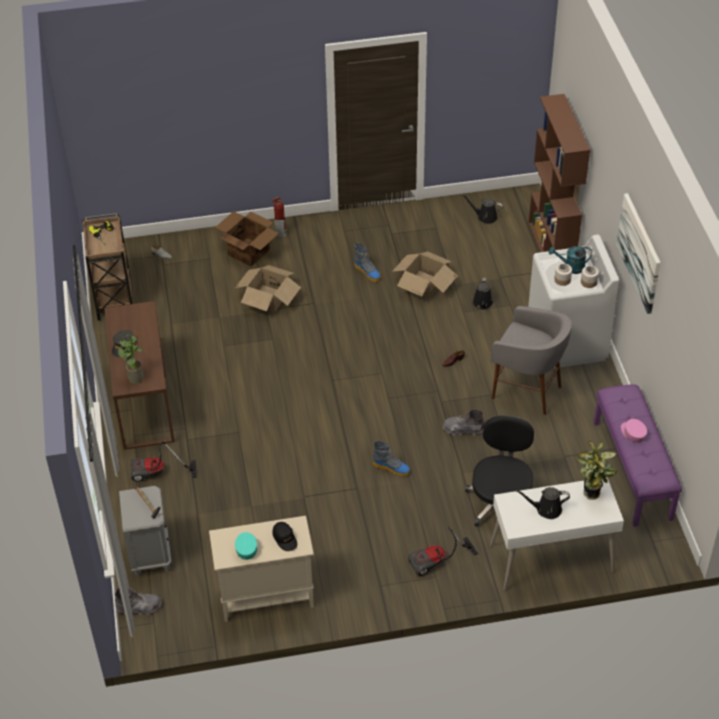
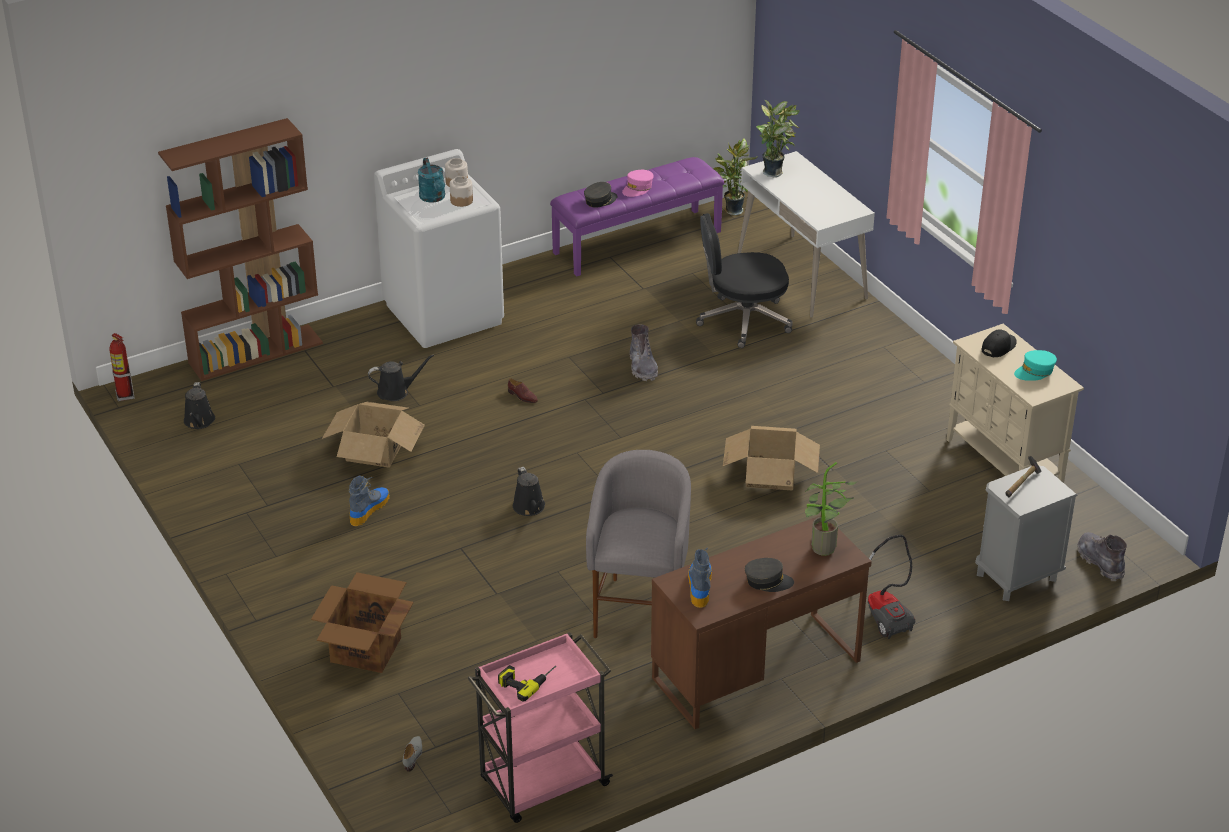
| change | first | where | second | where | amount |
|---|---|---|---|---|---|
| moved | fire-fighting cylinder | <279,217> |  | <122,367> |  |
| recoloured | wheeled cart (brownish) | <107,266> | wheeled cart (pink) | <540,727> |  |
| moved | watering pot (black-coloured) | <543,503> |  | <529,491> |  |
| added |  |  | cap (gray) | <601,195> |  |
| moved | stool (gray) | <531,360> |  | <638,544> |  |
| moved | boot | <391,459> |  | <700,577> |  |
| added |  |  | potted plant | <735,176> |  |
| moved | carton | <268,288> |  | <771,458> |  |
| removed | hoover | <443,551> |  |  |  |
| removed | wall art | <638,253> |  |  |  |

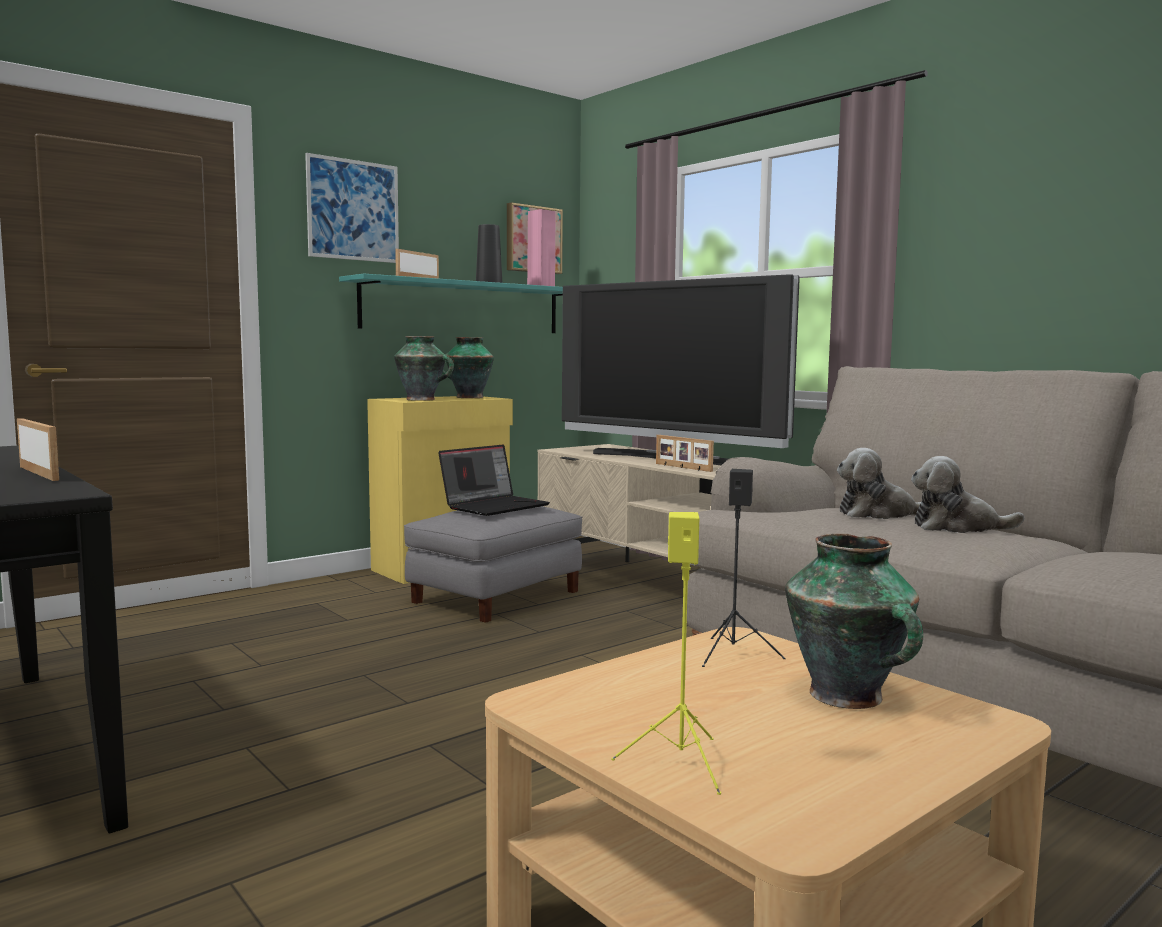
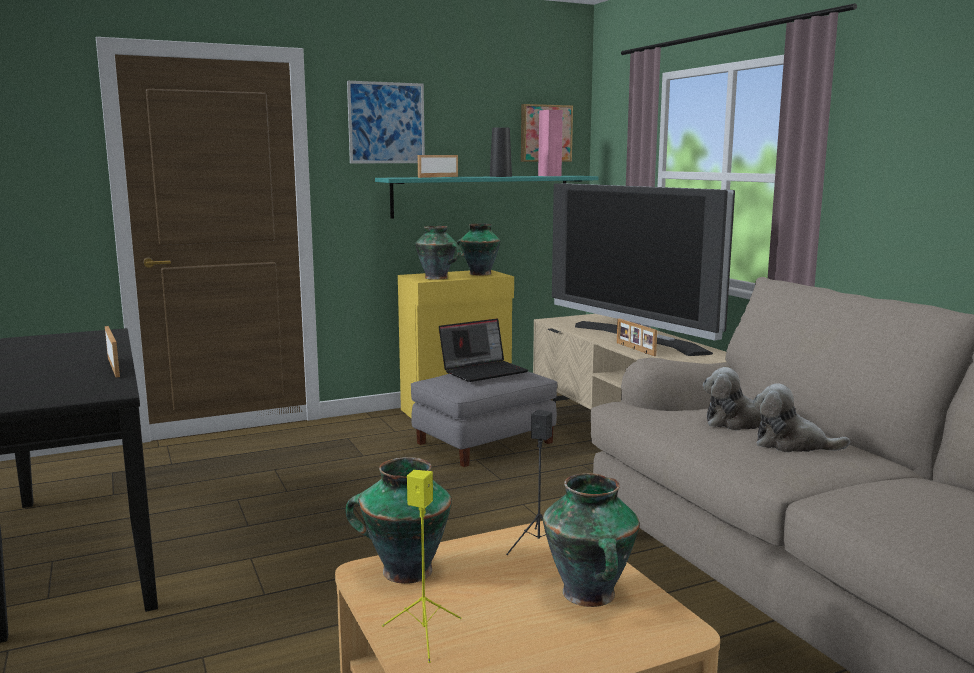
| change | first | where | second | where | amount |
|---|---|---|---|---|---|
| added |  |  | vase | <398,520> |  |

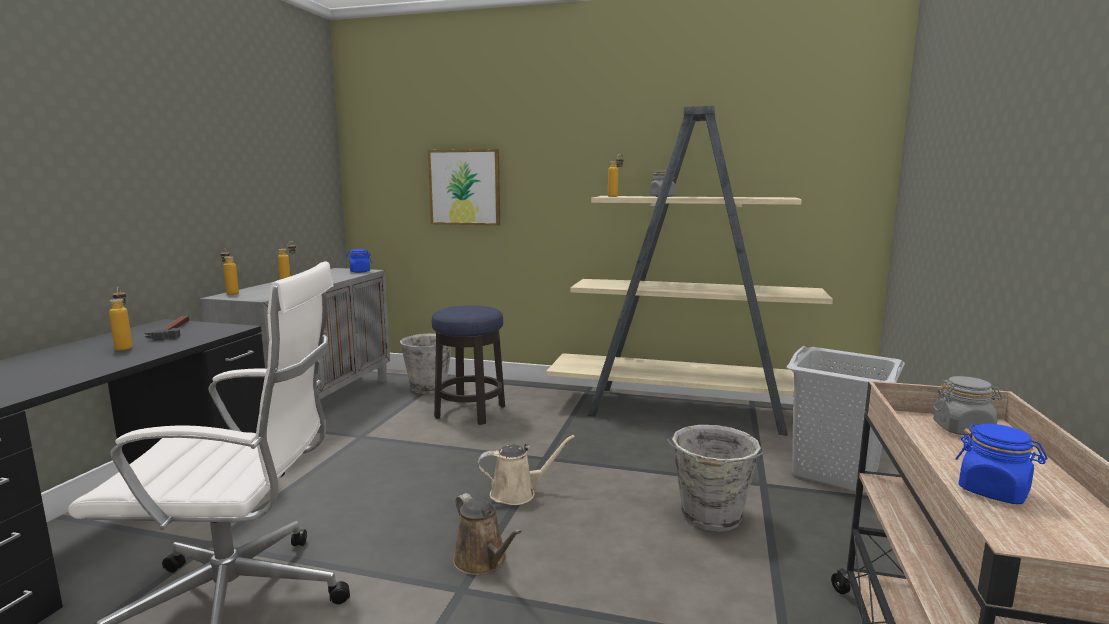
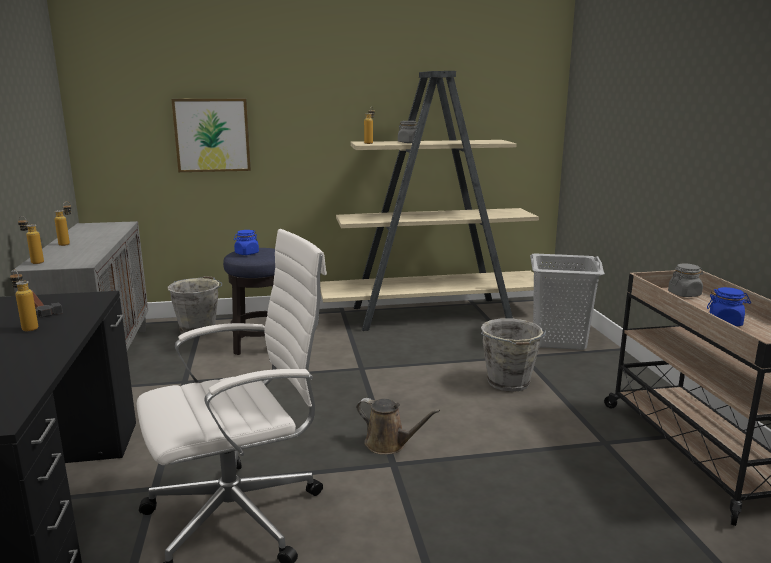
| change | first | where | second | where | amount |
|---|---|---|---|---|---|
| moved | jar (blue) | <359,261> |  | <246,242> |  |
| removed | watering pot (sand-coloured) | <526,470> |  |  |  |

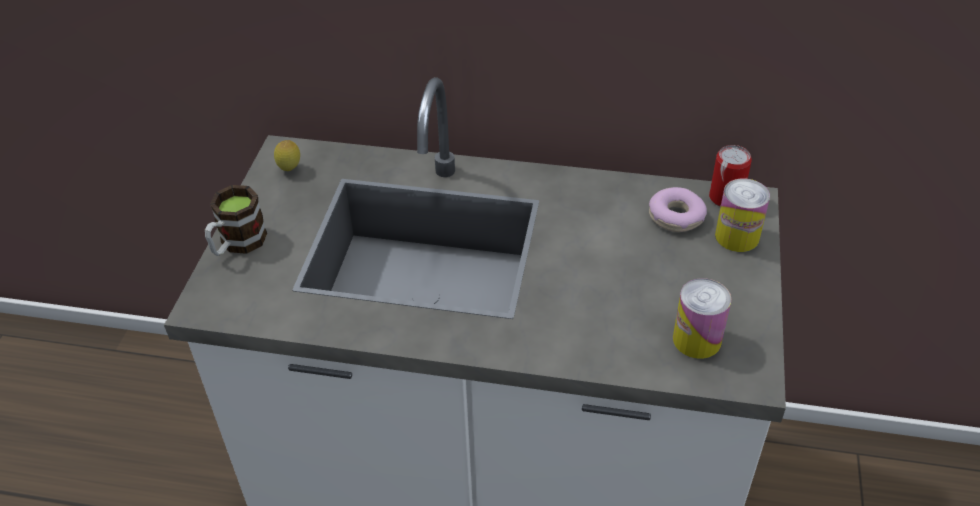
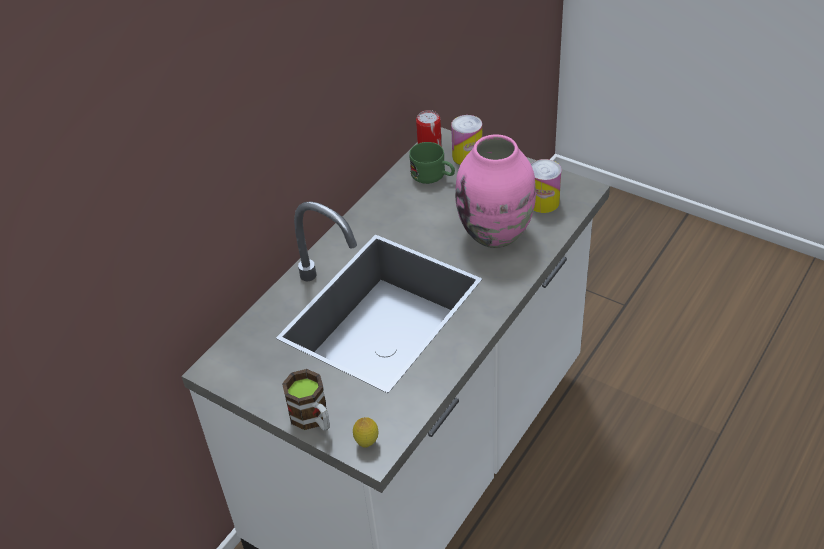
| change | first | where | second | where | amount |
|---|---|---|---|---|---|
| moved | lemon | <287,155> |  | <365,432> |  |
| replaced | donut | <678,209> | mug (green) | <432,163> |  |
| added |  |  | vase (pink) | <495,191> |  |

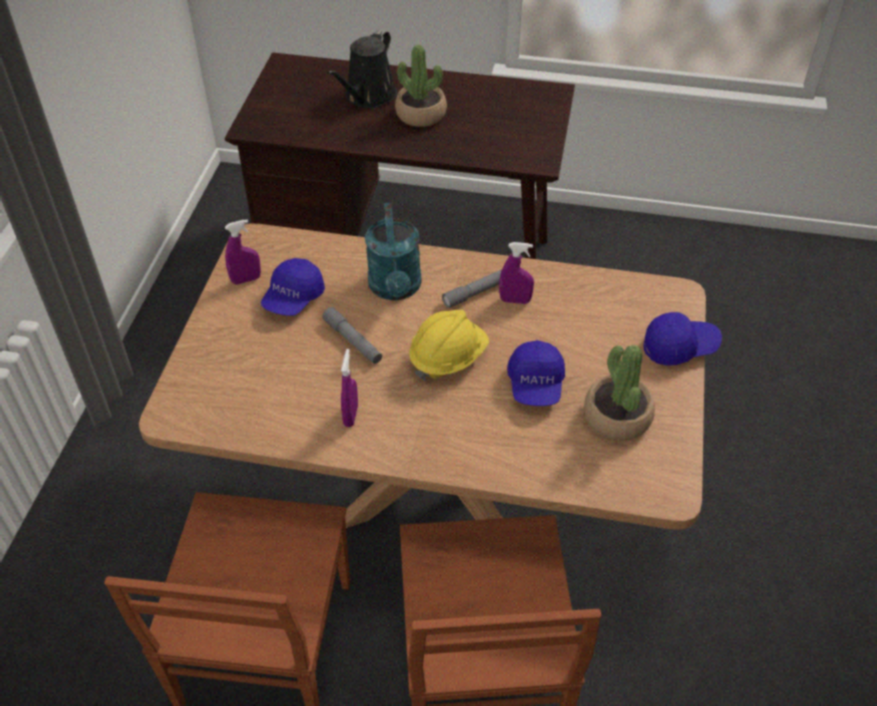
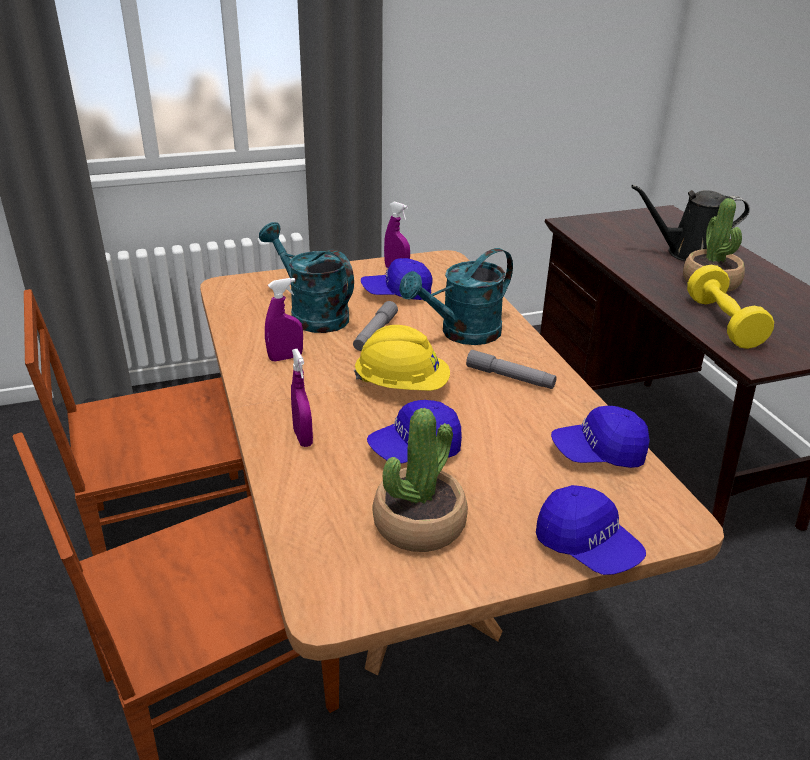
| change | first | where | second | where | amount |
|---|---|---|---|---|---|
| added |  |  | watering pot (blue-green) | <306,277> |  |
| moved | sprayer (purple) | <516,273> |  | <302,398> |  |
| added |  |  | cap (blue) | <600,437> |  |
| added |  |  | free weight (yellow) | <730,307> |  |

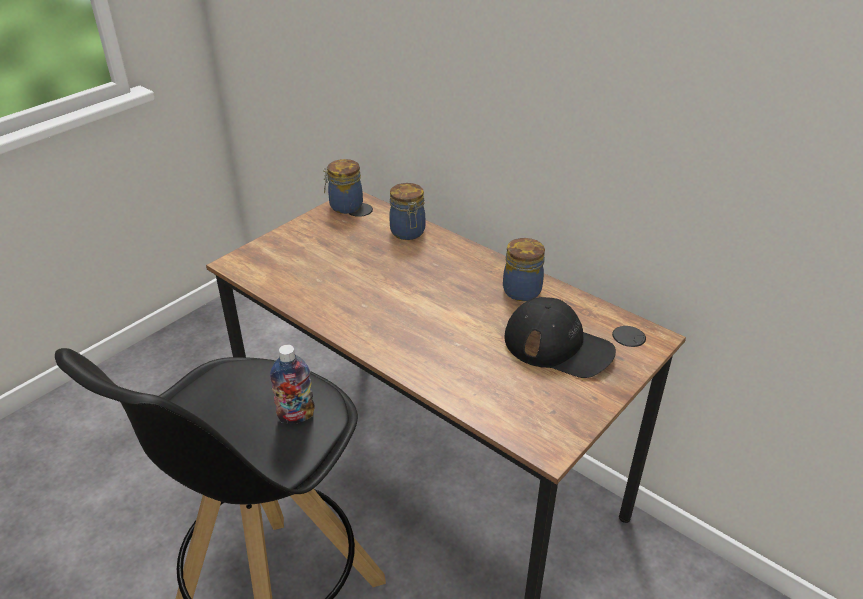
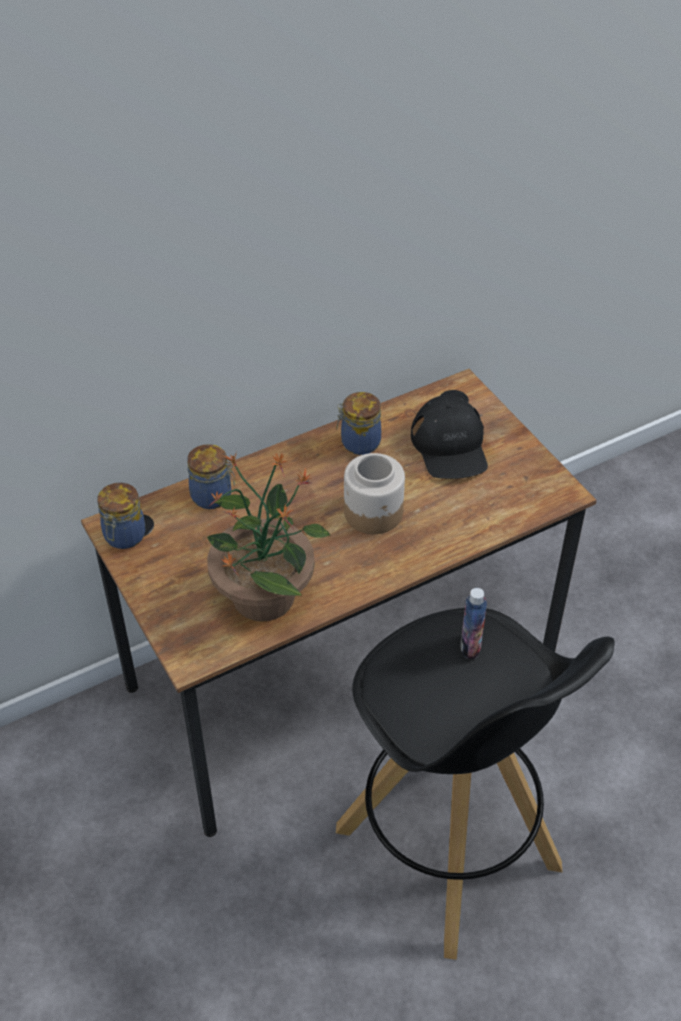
| change | first | where | second | where | amount |
|---|---|---|---|---|---|
| added |  |  | potted plant | <268,537> |  |
| added |  |  | jar | <374,493> |  |
| turned | cap (black-coloured) | <560,337> |  | <449,437> | 120 degrees clockwise |

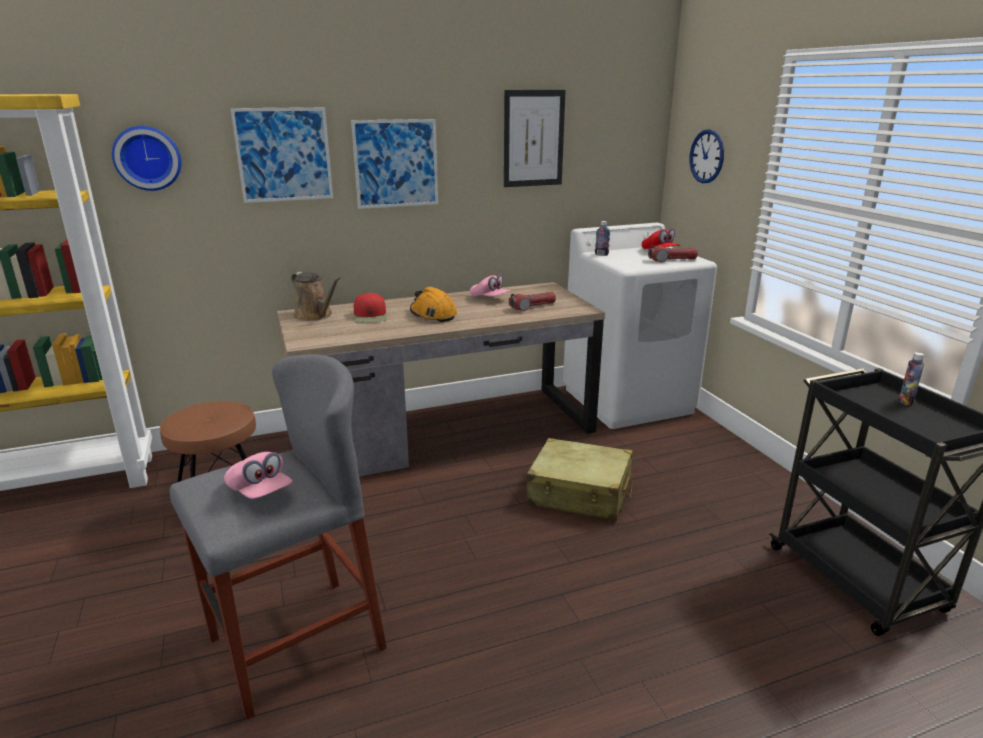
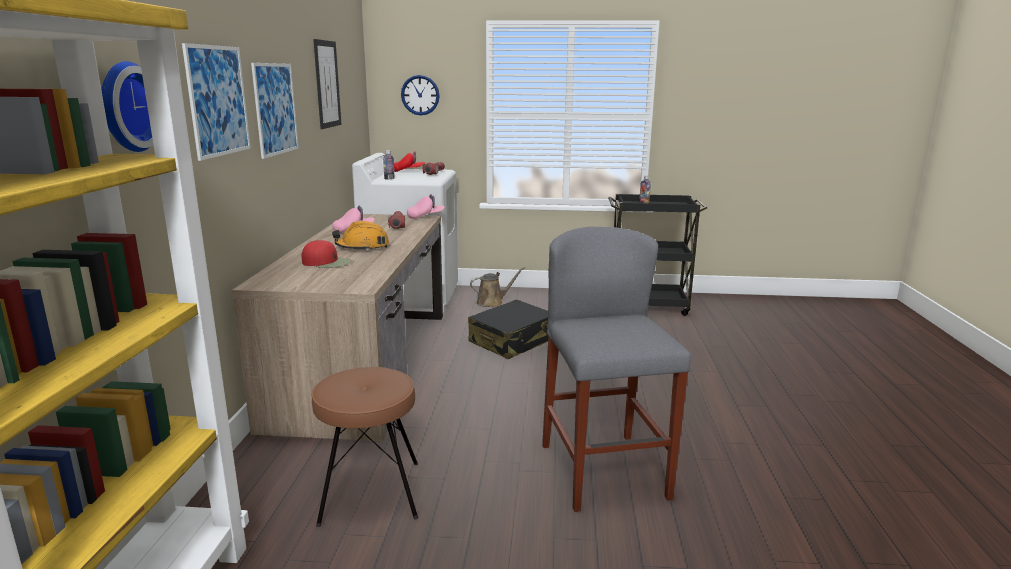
| change | first | where | second | where | amount |
|---|---|---|---|---|---|
| moved | cap (pink) | <258,475> |  | <425,206> |  |
| recoloured | piece of luggage (sand-coloured) | <580,479> | piece of luggage (black-coloured) | <508,329> |  |
| moved | watering pot (brownish) | <316,296> |  | <497,287> |  |

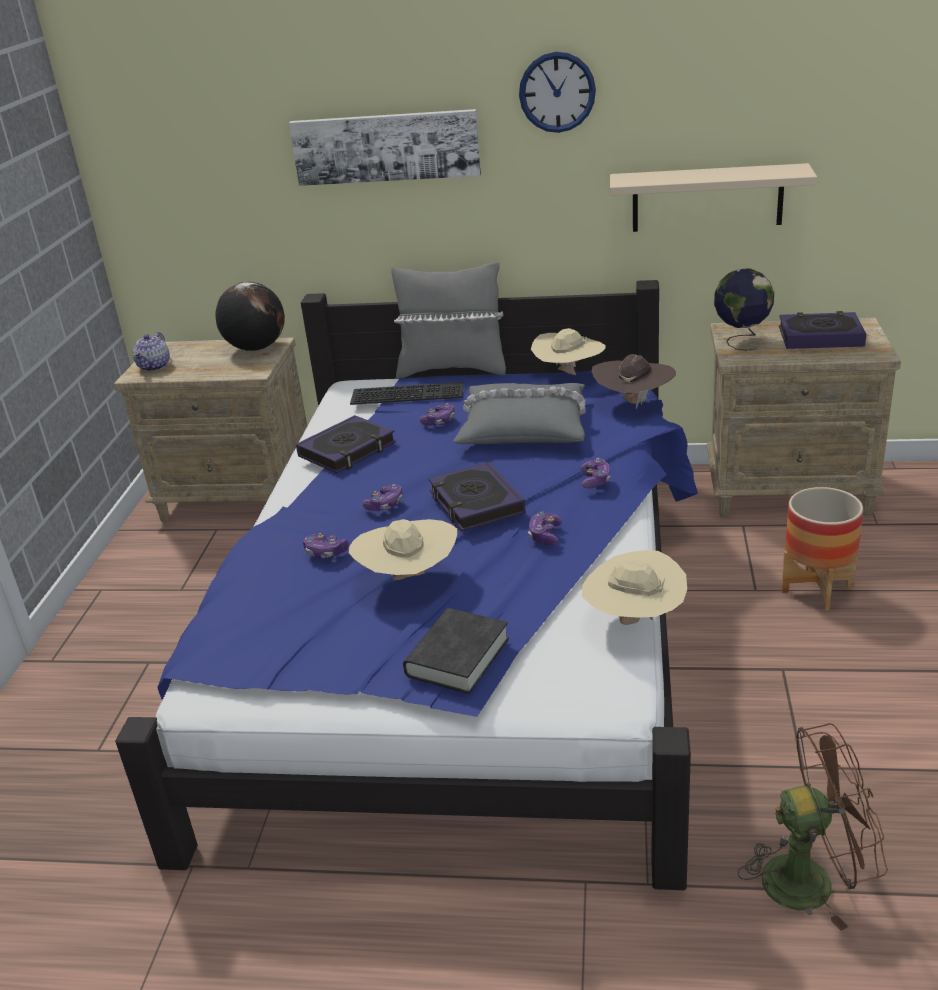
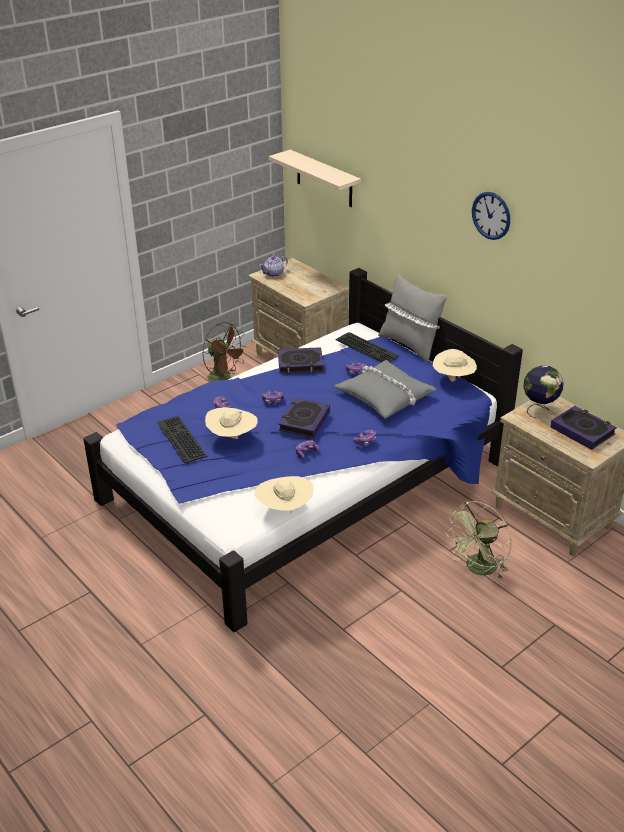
| change | first | where | second | where | amount |
|---|---|---|---|---|---|
| added |  |  | PC keyboard | <182,439> |  |
| moved | fan (brownish) | <813,827> |  | <225,352> |  |
| moved | wall shelf (sand-coloured) | <713,197> |  | <315,178> |  |
| replaced | plant pot | <822,549> | fan (green) | <478,540> |  |
| removed | globe | <250,316> |  |  |  |
| removed | wall art | <385,147> |  |  |  |
| removed | book (black-coloured) | <456,651> |  |  |  |
| removed | clothing hat (brownish) | <634,381> |  |  |  |

